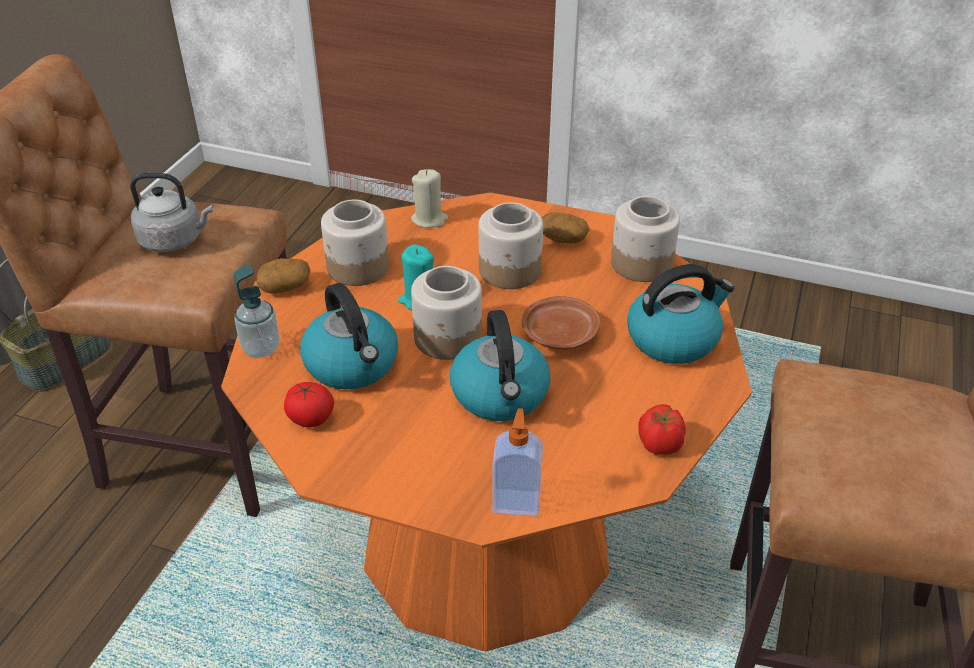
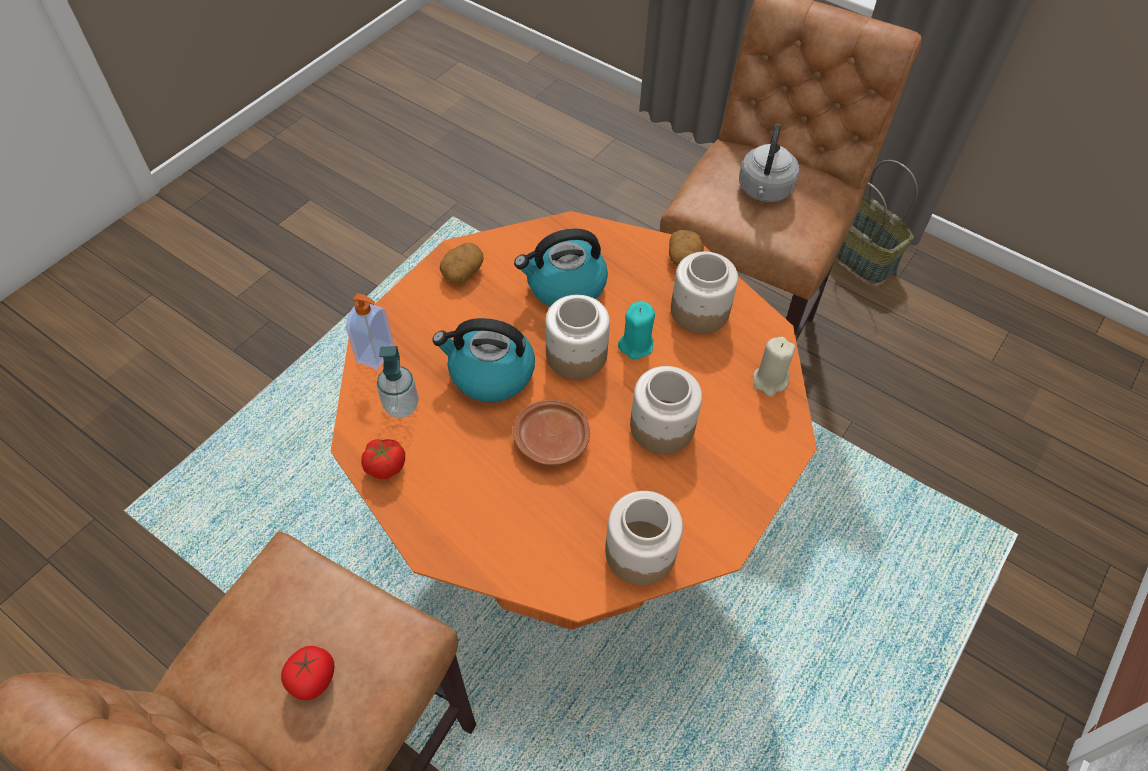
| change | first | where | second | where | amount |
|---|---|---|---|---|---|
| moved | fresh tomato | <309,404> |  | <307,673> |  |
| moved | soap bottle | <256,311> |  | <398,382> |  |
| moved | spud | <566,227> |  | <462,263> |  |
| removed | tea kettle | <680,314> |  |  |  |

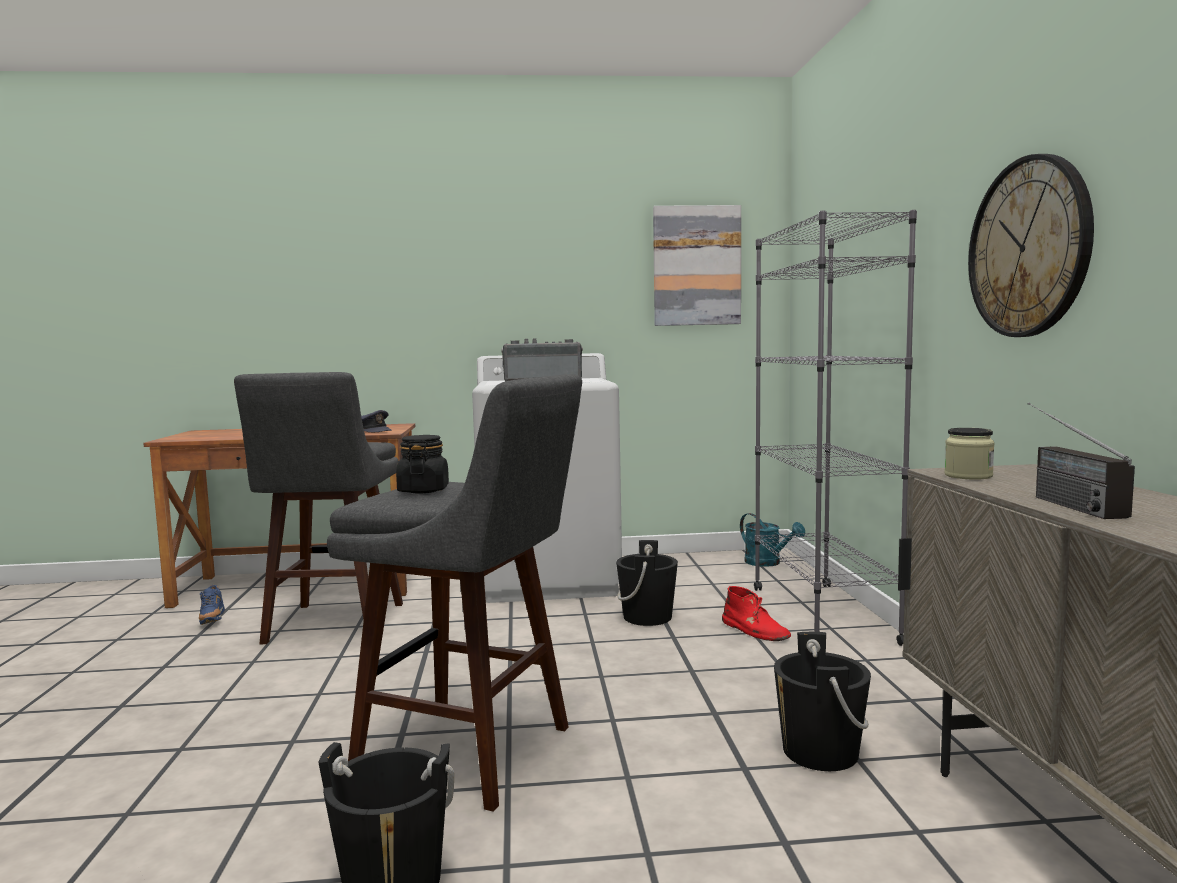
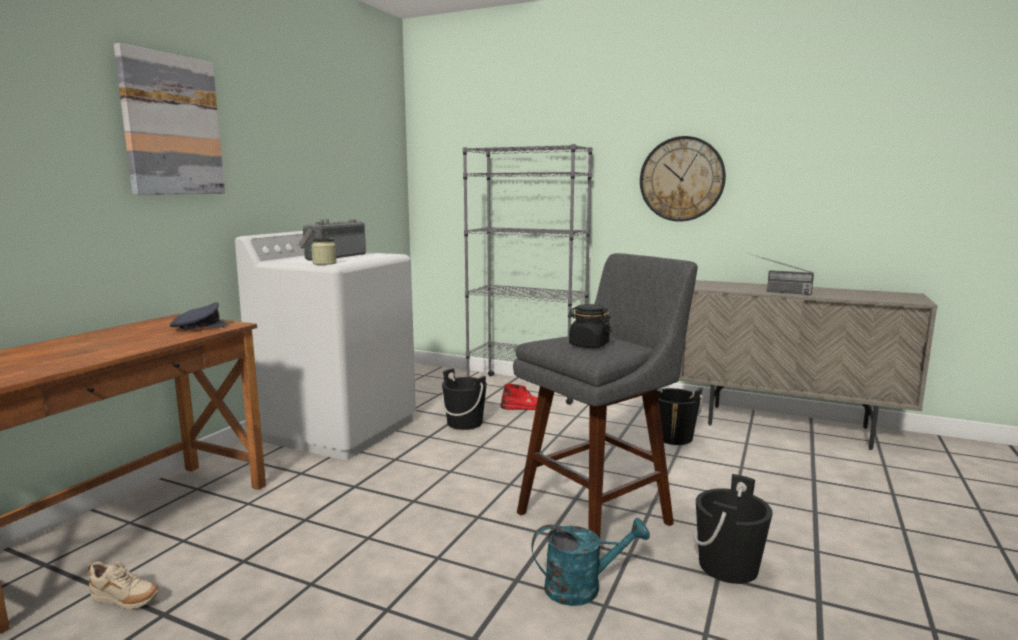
| change | first | where | second | where | amount |
|---|---|---|---|---|---|
| recoloured | low shoe (blue) | <212,605> | low shoe (sand-coloured) | <123,585> |  |
| moved | wall art | <697,265> |  | <169,119> |  |
| moved | jar | <969,454> |  | <324,251> |  |
| moved | watering pot (blue-green) | <772,540> |  | <590,562> |  |
| removed | stool (gray) | <318,508> |  |  |  |

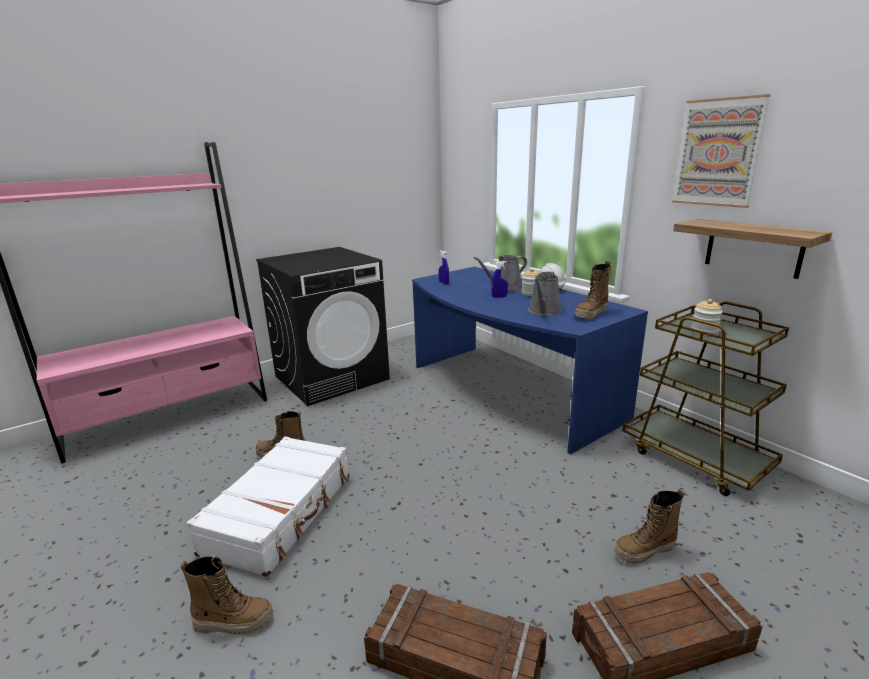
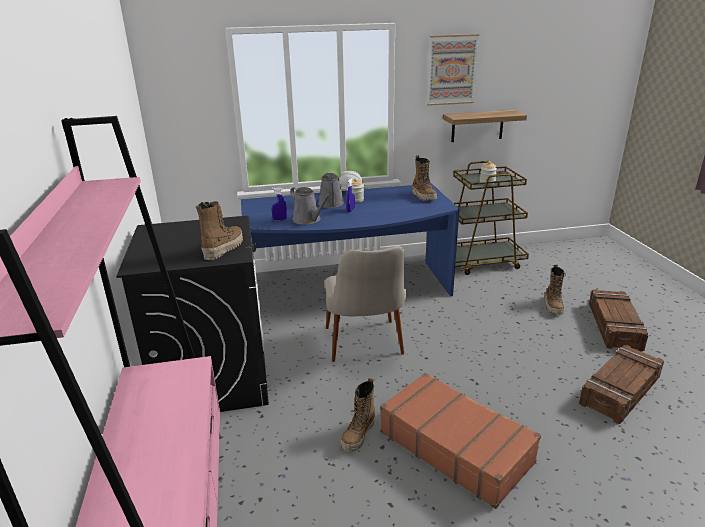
| change | first | where | second | where | amount |
|---|---|---|---|---|---|
| moved | boot | <227,595> |  | <219,230> |  |
| moved | watering pot (gray) | <545,293> |  | <310,205> |  |
| added |  |  | chair (sand-coloured) | <365,304> |  |
| recoloured | piece of luggage (white-coloured) | <268,506> | piece of luggage (brownish) | <460,441> |  |

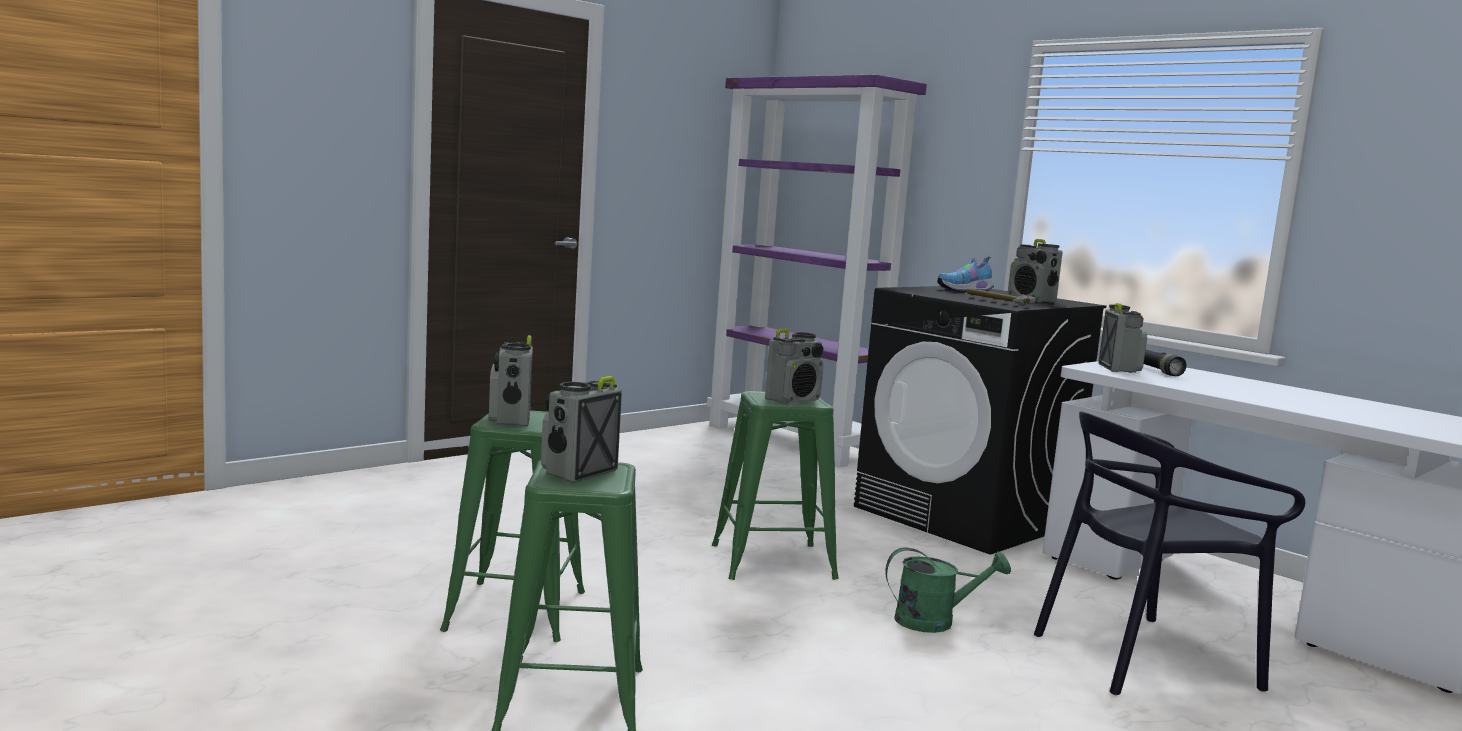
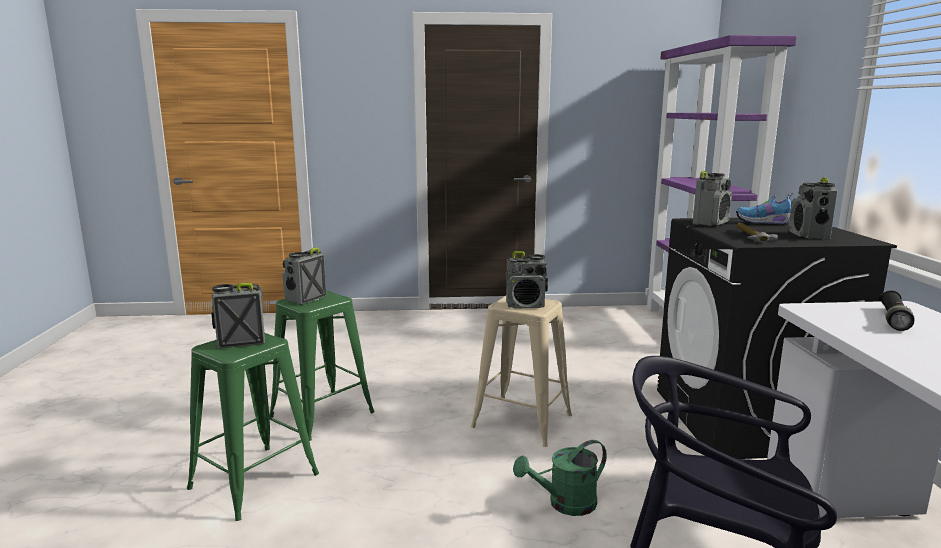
| change | first | where | second | where | amount |
|---|---|---|---|---|---|
| recoloured | stool (green) | <775,485> | stool (sand-coloured) | <521,371> |  |
| turned | watering pot (green) | <948,590> |  | <560,478> | 120 degrees clockwise |
| moved | radio set | <1123,338> |  | <712,198> |  |

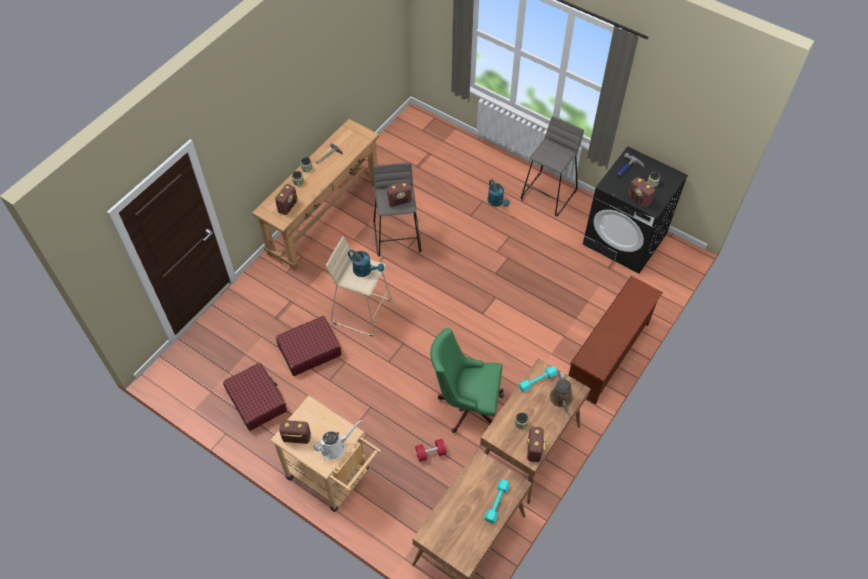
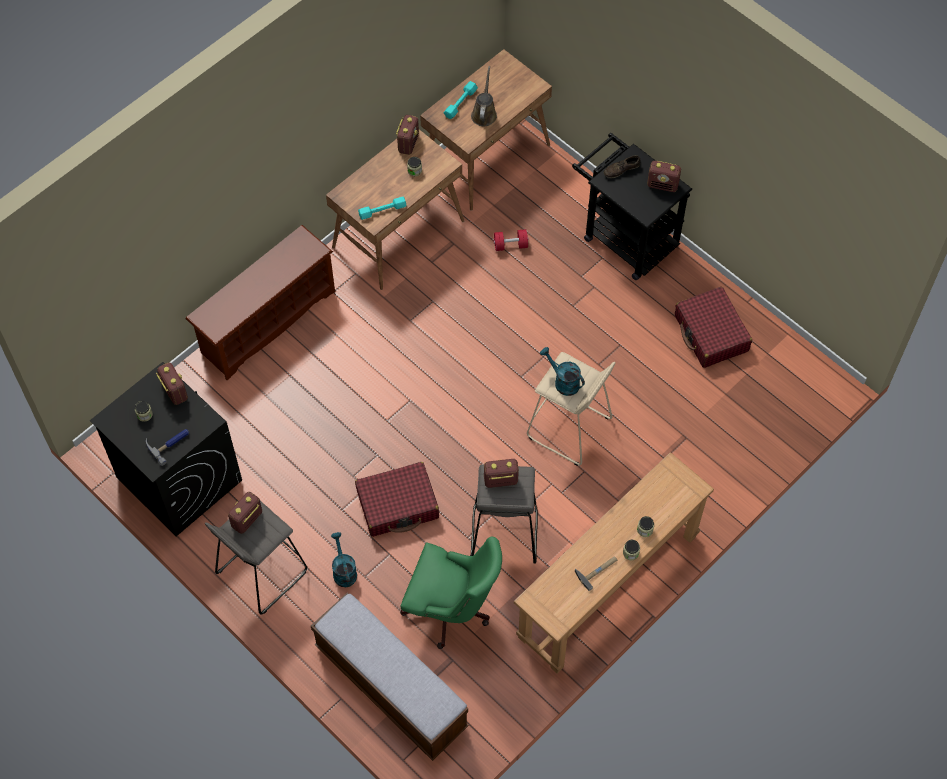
| change | first | where | second | where | amount |
|---|---|---|---|---|---|
| moved | radio set | <286,199> |  | <245,513> |  |
| added |  |  | bench | <389,677> |  |
| moved | piece of luggage (red) | <308,346> |  | <397,499> |  |
| moved | office chair (green) | <467,380> |  | <451,593> |  |
| moved | watering pot (brownish) | <561,393> |  | <484,96> |  |
| recoloured | wheeled cart (sand-coloured) | <325,454> | wheeled cart (black-coloured) | <632,206> |  |
| replaced | watering pot (white-coloured) | <337,439> | low shoe (brownish) | <621,166> |  |

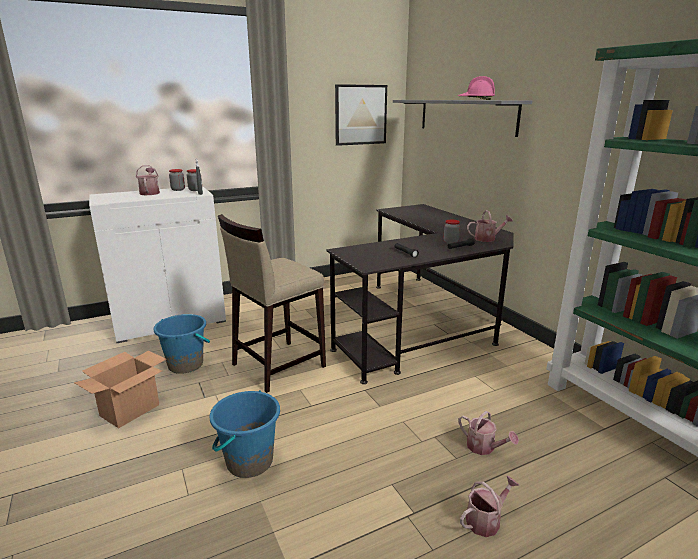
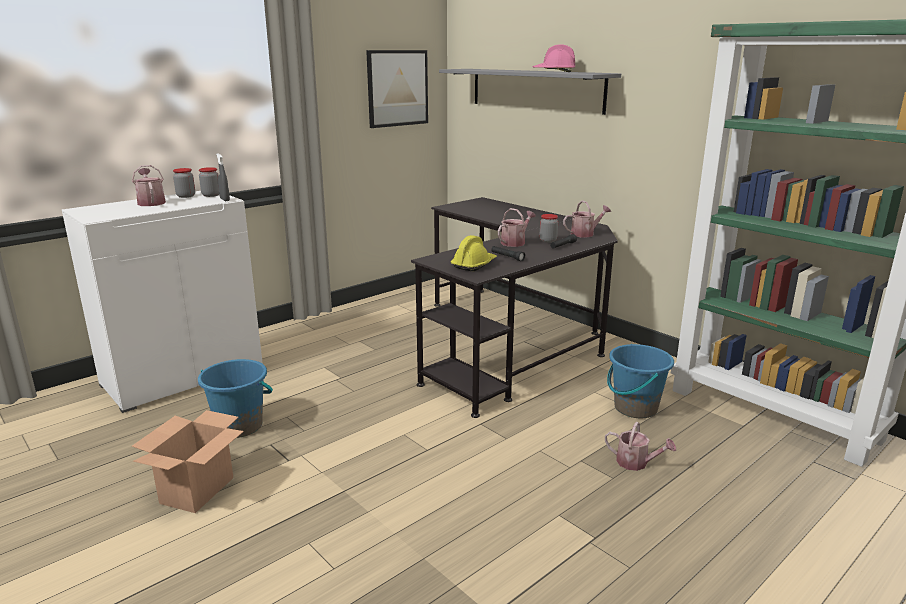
| change | first | where | second | where | amount |
|---|---|---|---|---|---|
| added |  |  | safety helmet (yellow) | <474,253> |  |
| moved | watering pot | <489,506> |  | <517,227> |  |
| moved | bucket (blue) | <245,434> |  | <640,381> |  |
| removed | stool (sand-coloured) | <272,303> |  |  |  |

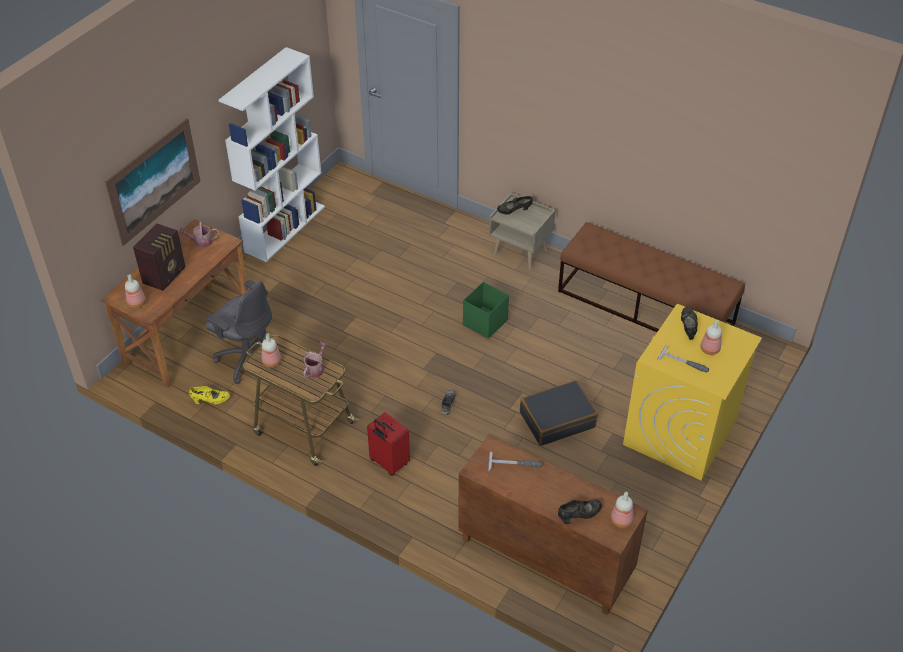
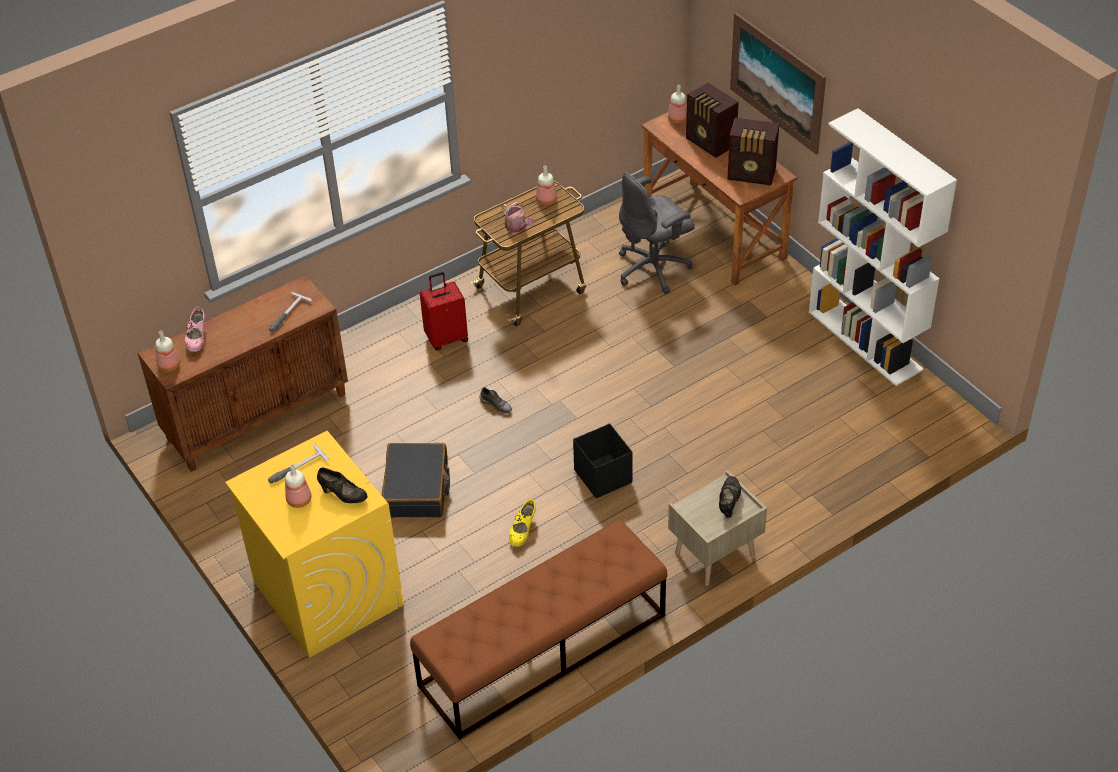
| change | first | where | second | where | amount |
|---|---|---|---|---|---|
| recoloured | low shoe (black-coloured) | <580,512> | low shoe (pink) | <195,329> |  |
| moved | low shoe (yellow) | <209,395> |  | <522,523> |  |
| recoloured | storage box (green) | <486,310> | storage box (black-coloured) | <602,461> |  |
| replaced | watering pot | <198,234> | radio set | <753,152> |  |

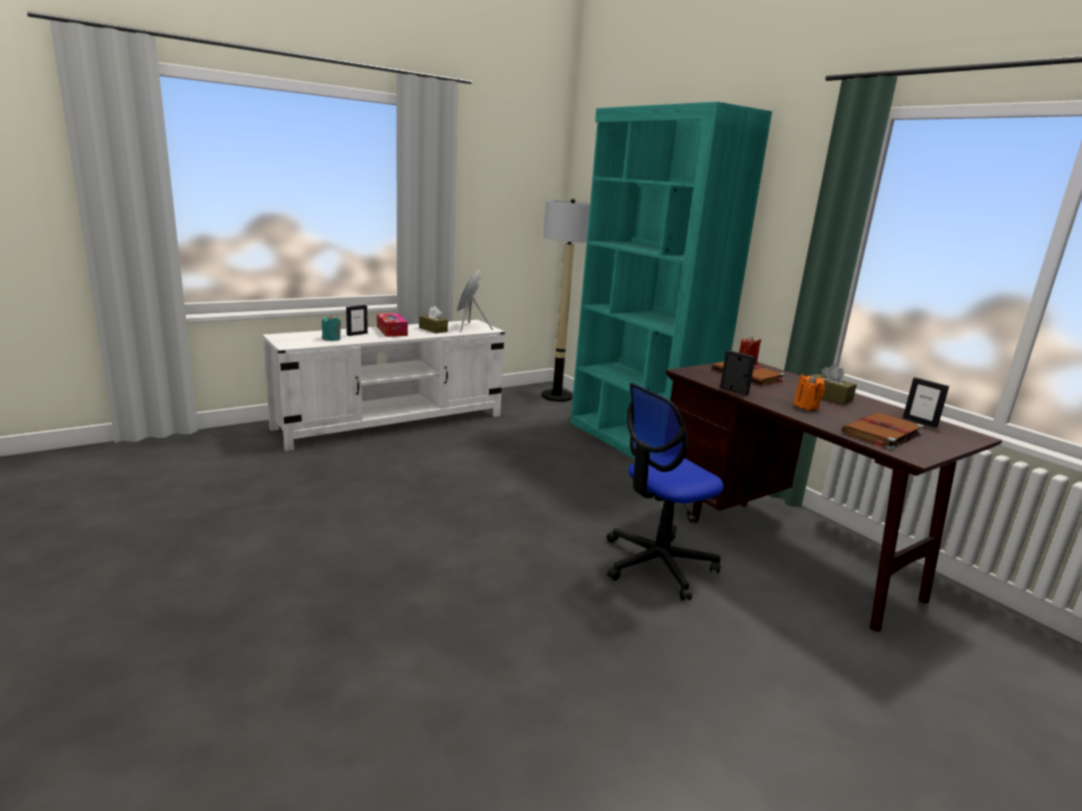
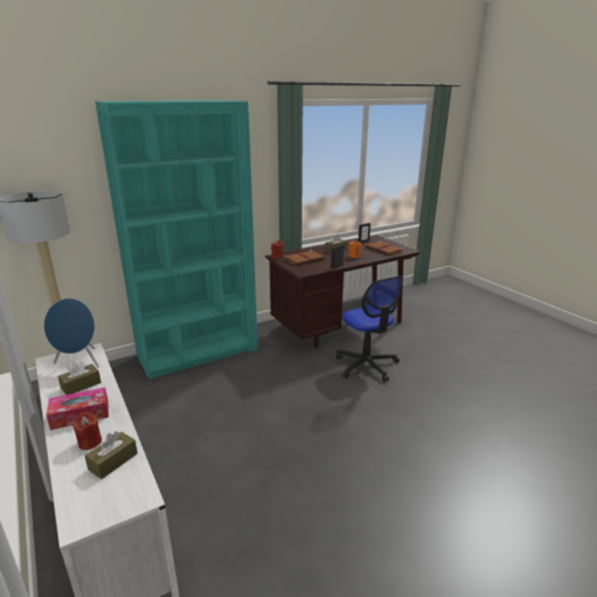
| change | first | where | second | where | amount |
|---|---|---|---|---|---|
| replaced | standing frame | <357,320> | candle (red) | <87,431> |  |
| replaced | candle (blue-green) | <331,328> | tissue box (brownish) | <111,455> |  |

